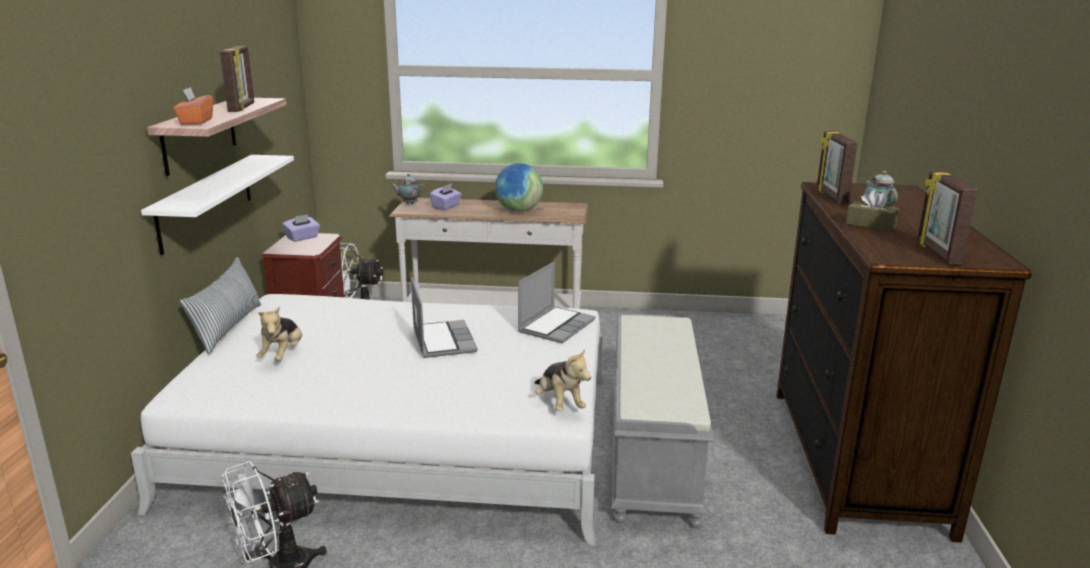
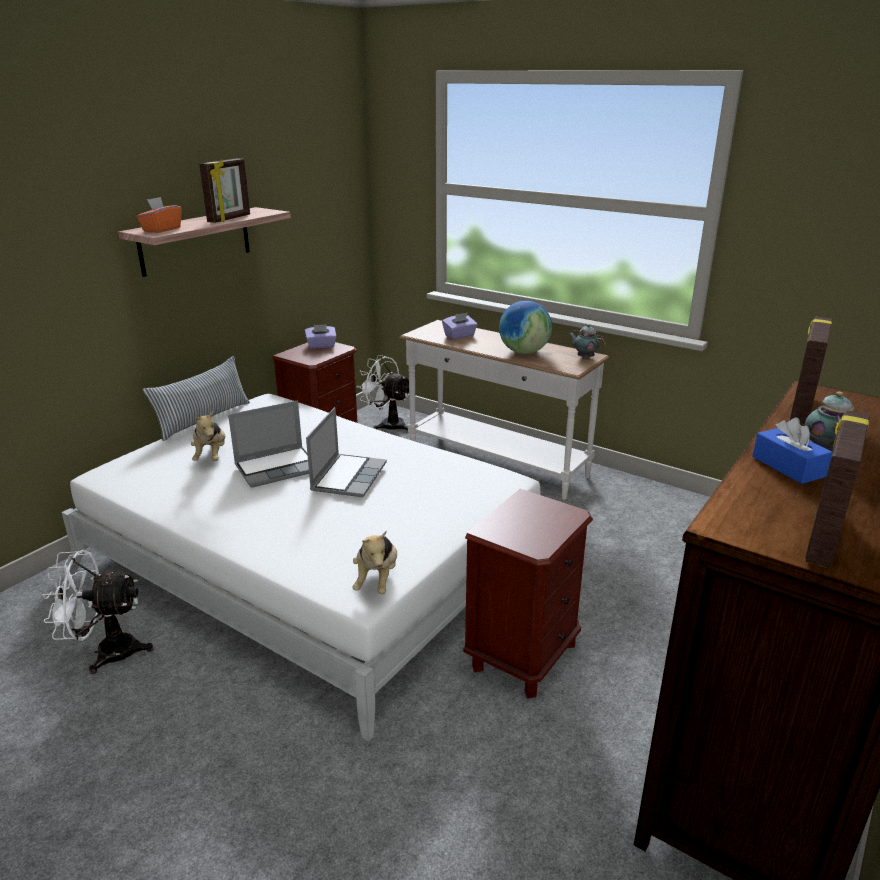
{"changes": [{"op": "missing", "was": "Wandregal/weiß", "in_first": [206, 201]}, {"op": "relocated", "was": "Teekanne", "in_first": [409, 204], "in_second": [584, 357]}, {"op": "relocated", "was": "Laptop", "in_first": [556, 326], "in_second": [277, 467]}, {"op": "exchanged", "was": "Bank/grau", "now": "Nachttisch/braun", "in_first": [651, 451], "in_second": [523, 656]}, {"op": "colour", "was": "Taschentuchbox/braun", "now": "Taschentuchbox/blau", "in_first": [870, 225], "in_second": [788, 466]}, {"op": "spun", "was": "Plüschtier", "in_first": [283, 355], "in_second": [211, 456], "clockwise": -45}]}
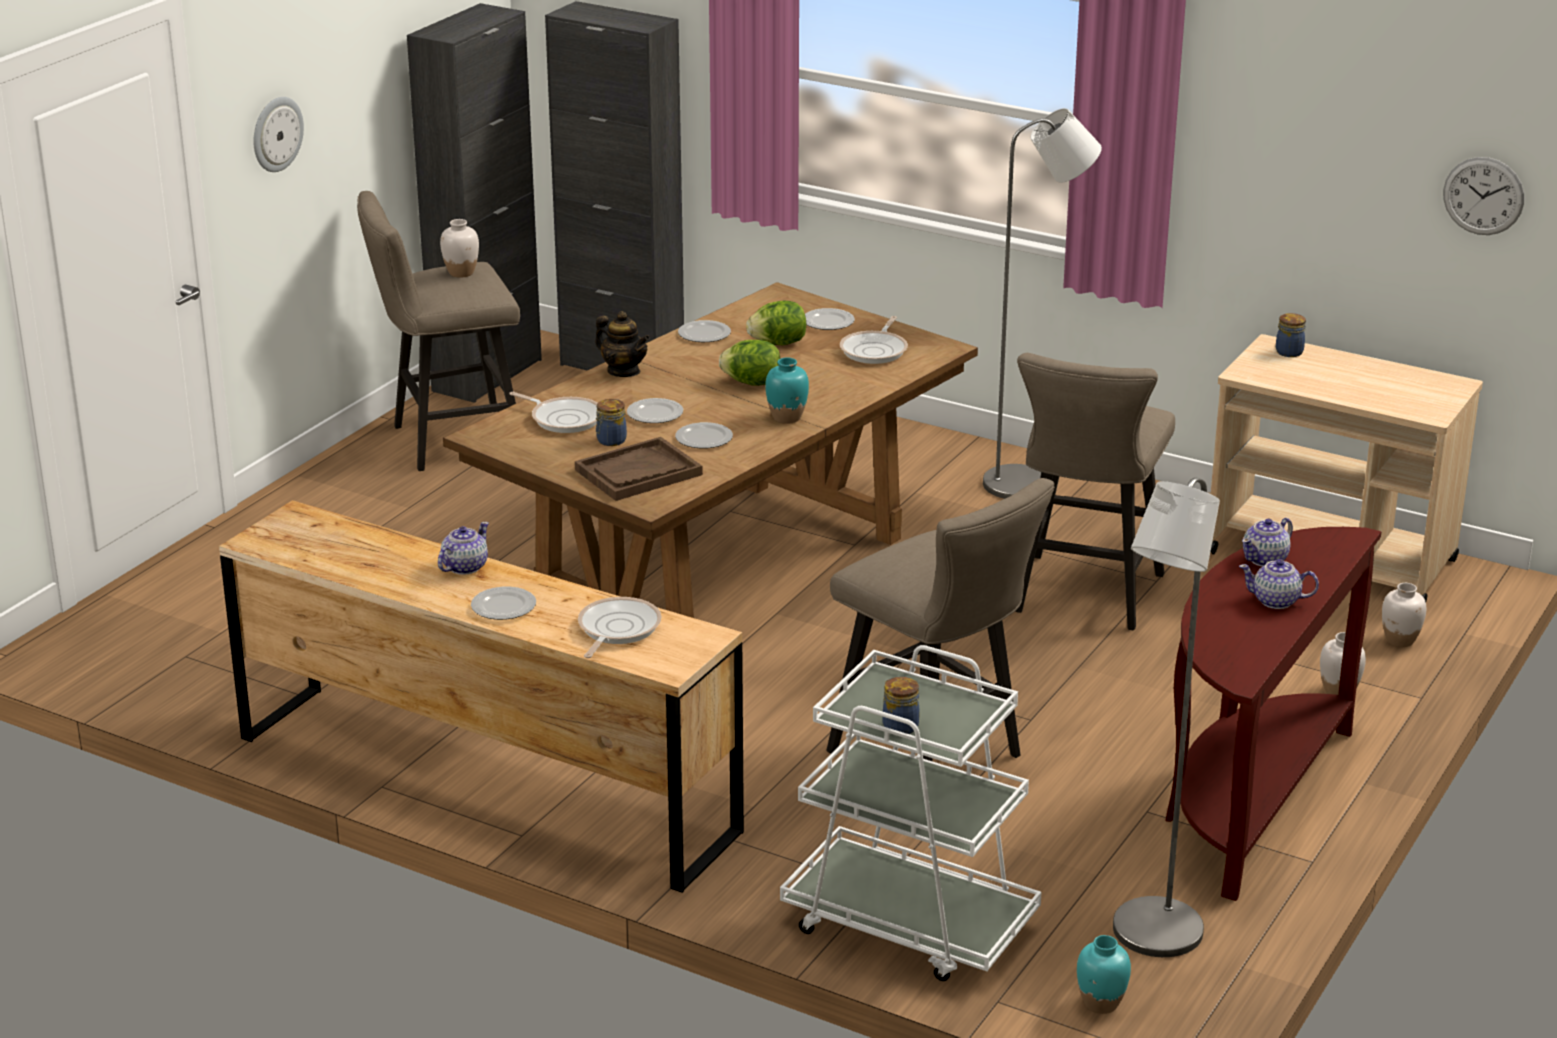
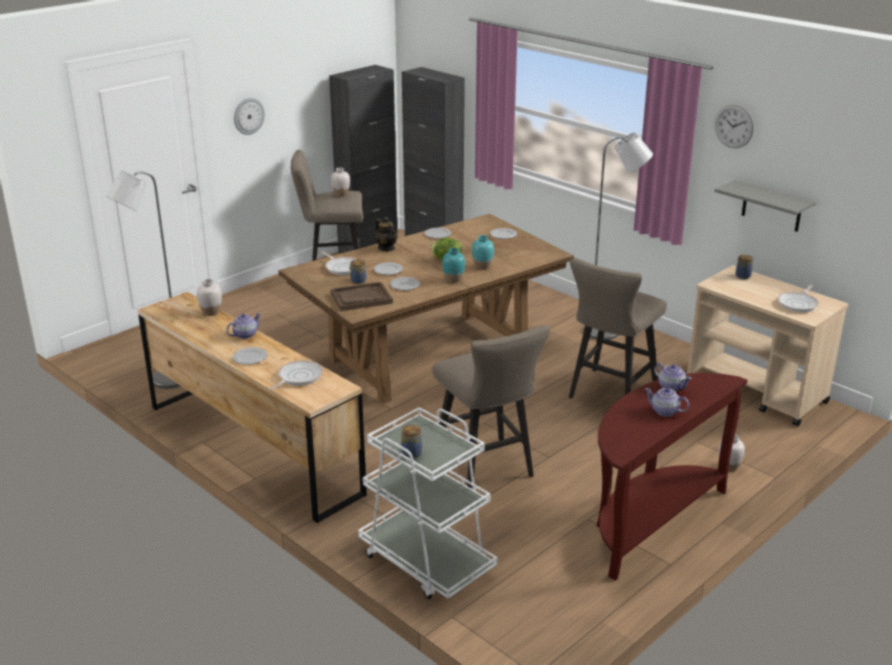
{"changes": [{"op": "missing", "was": "Salatkopf", "in_first": [778, 343]}, {"op": "appeared", "now": "Wandregal/grau", "in_second": [771, 206]}, {"op": "relocated", "was": "Pfanne", "in_first": [875, 350], "in_second": [798, 304]}, {"op": "relocated", "was": "Vase/türkis", "in_first": [1100, 1004], "in_second": [482, 266]}, {"op": "relocated", "was": "Stehlampe/grau", "in_first": [1151, 939], "in_second": [164, 381]}, {"op": "relocated", "was": "Vase/weiß", "in_first": [1400, 640], "in_second": [211, 312]}, {"op": "relocated", "was": "Wanduhr", "in_first": [1483, 196], "in_second": [734, 126]}, {"op": "spun", "was": "Teekanne", "in_first": [1265, 559], "in_second": [671, 387], "clockwise": -105}]}
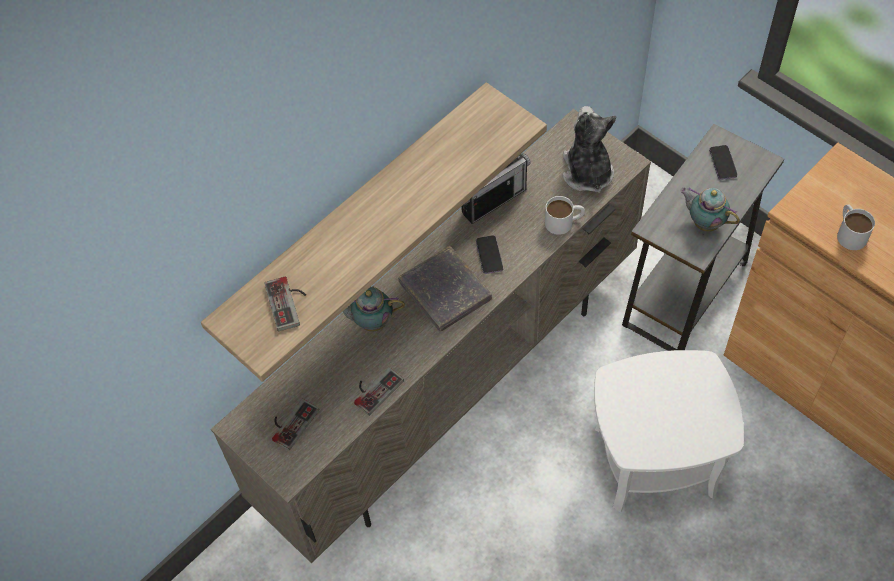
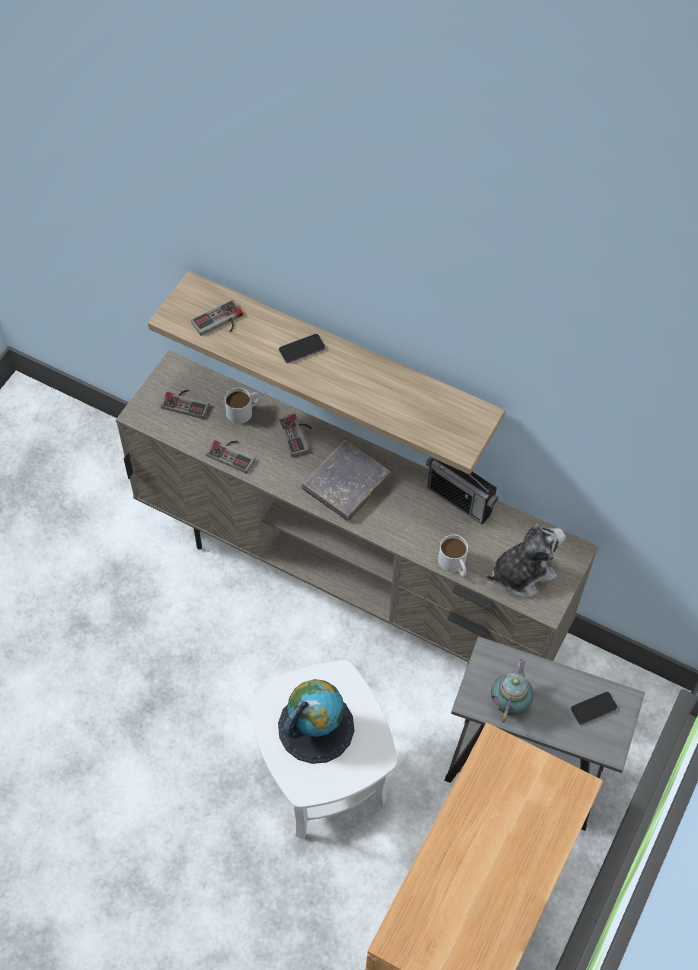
{"changes": [{"op": "appeared", "now": "Globus", "in_second": [316, 727]}, {"op": "relocated", "was": "Handy", "in_first": [489, 255], "in_second": [302, 349]}, {"op": "relocated", "was": "Henkelbecher/weiß", "in_first": [849, 232], "in_second": [244, 411]}, {"op": "exchanged", "was": "Teekanne", "now": "Gamepad", "in_first": [371, 322], "in_second": [298, 434]}]}
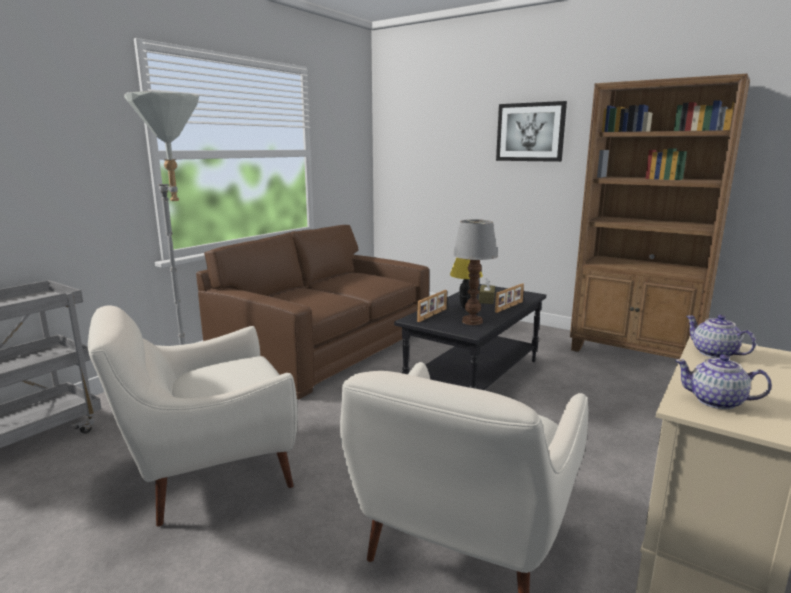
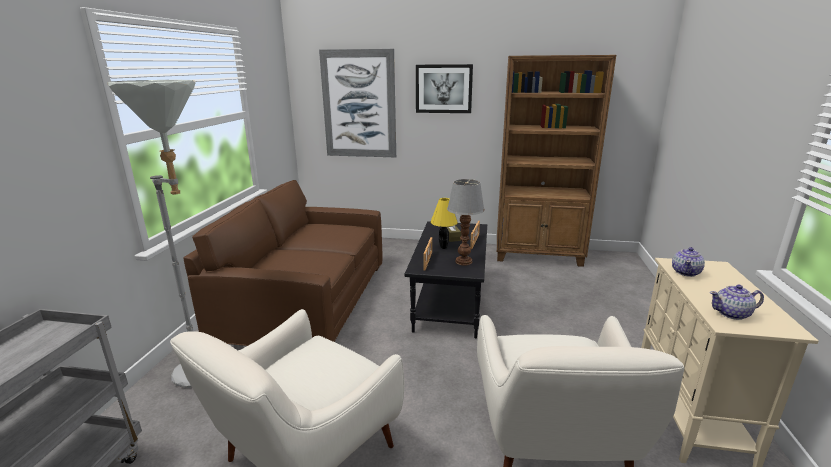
{"changes": [{"op": "appeared", "now": "Bild", "in_second": [359, 104]}, {"op": "spun", "was": "Teekanne", "in_first": [714, 353], "in_second": [686, 272], "clockwise": -90}]}
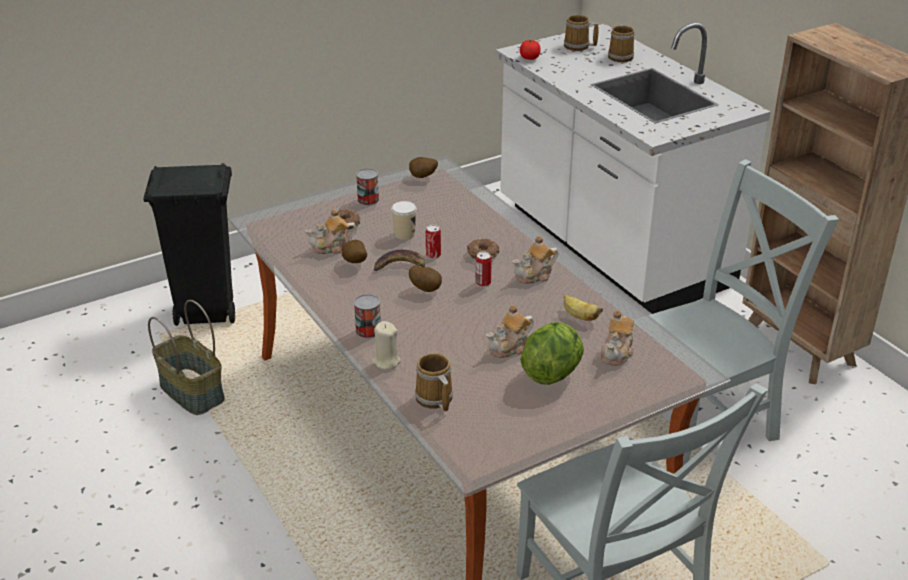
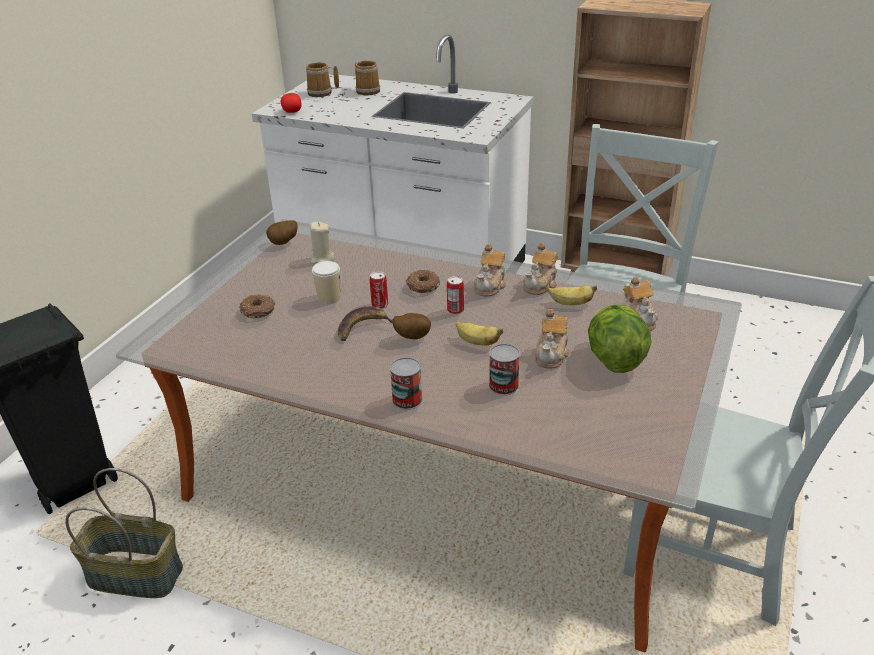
{"changes": [{"op": "missing", "was": "Kartoffel", "in_first": [354, 263]}, {"op": "missing", "was": "Henkelbecher", "in_first": [434, 399]}, {"op": "appeared", "now": "Banane", "in_second": [477, 342]}, {"op": "relocated", "was": "Teekanne", "in_first": [332, 247], "in_second": [541, 285]}, {"op": "relocated", "was": "Dose", "in_first": [368, 200], "in_second": [503, 385]}, {"op": "relocated", "was": "Kerze/beige", "in_first": [386, 361], "in_second": [322, 259]}]}
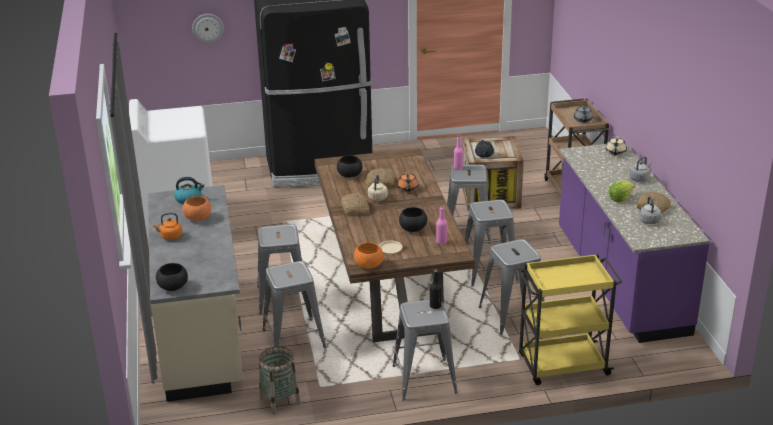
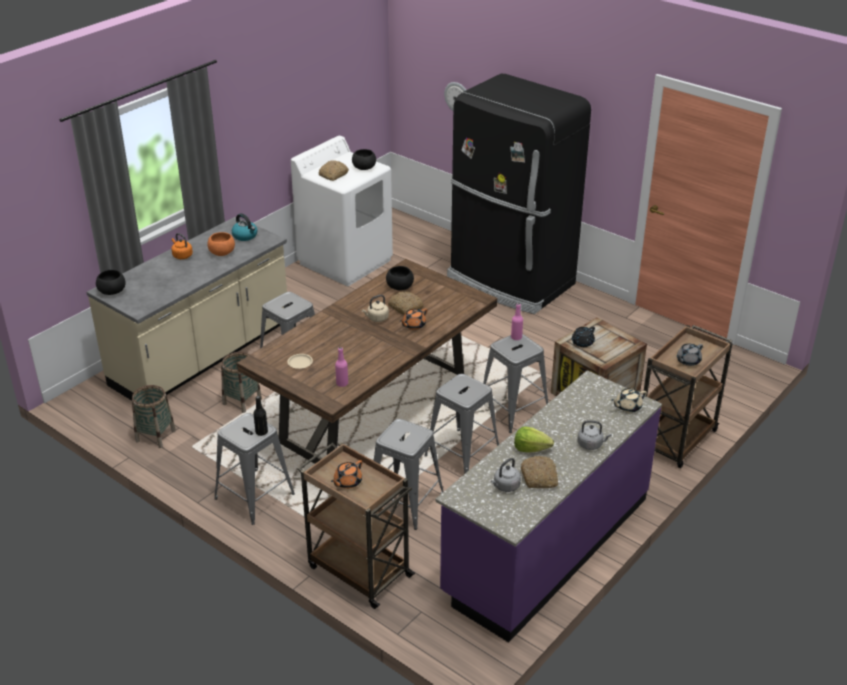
{"changes": [{"op": "missing", "was": "Schüssel/orange", "in_first": [369, 265]}, {"op": "appeared", "now": "Teekanne/orange", "in_second": [347, 482]}, {"op": "relocated", "was": "Brot", "in_first": [355, 209], "in_second": [333, 175]}, {"op": "relocated", "was": "Schüssel/schwarz", "in_first": [413, 228], "in_second": [364, 168]}, {"op": "exchanged", "was": "Hocker/grau", "now": "Korb", "in_first": [294, 339], "in_second": [242, 401]}, {"op": "colour", "was": "Rollwagen/gelb", "now": "Rollwagen/braun", "in_first": [562, 365], "in_second": [358, 570]}]}
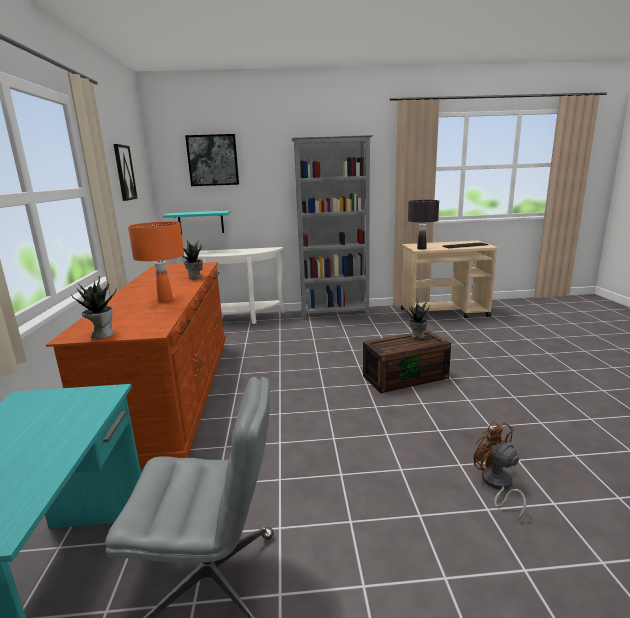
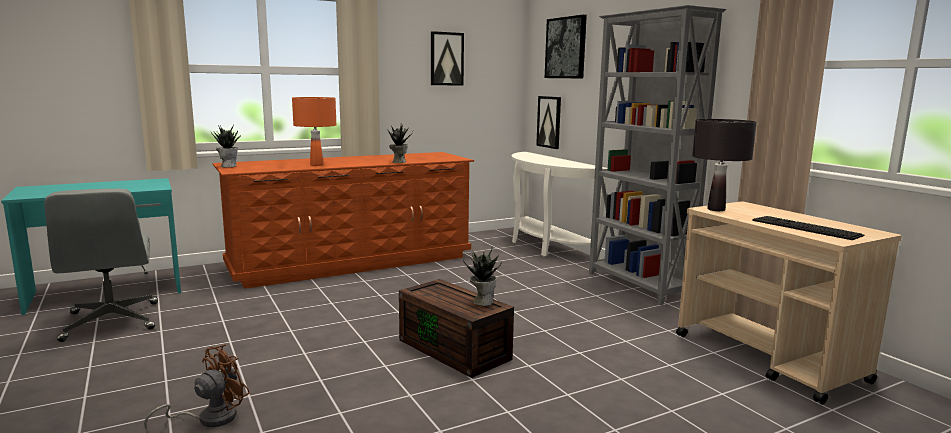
{"changes": [{"op": "exchanged", "was": "Wandregal/türkis", "now": "Bild", "in_first": [201, 222], "in_second": [549, 122]}]}
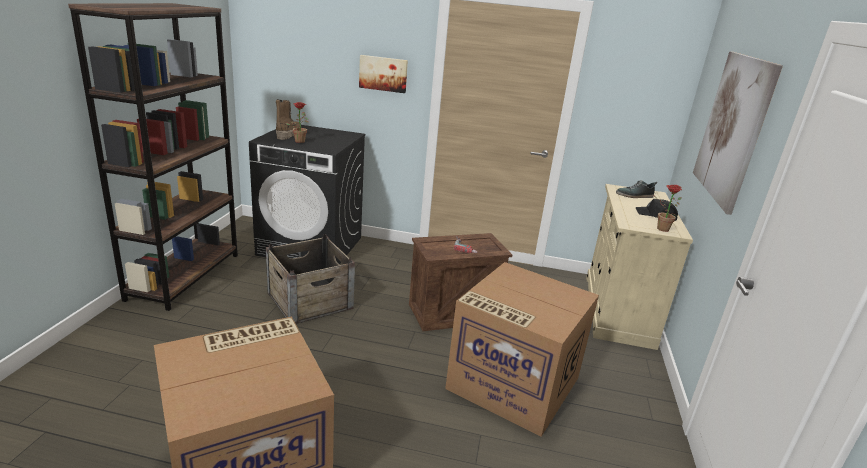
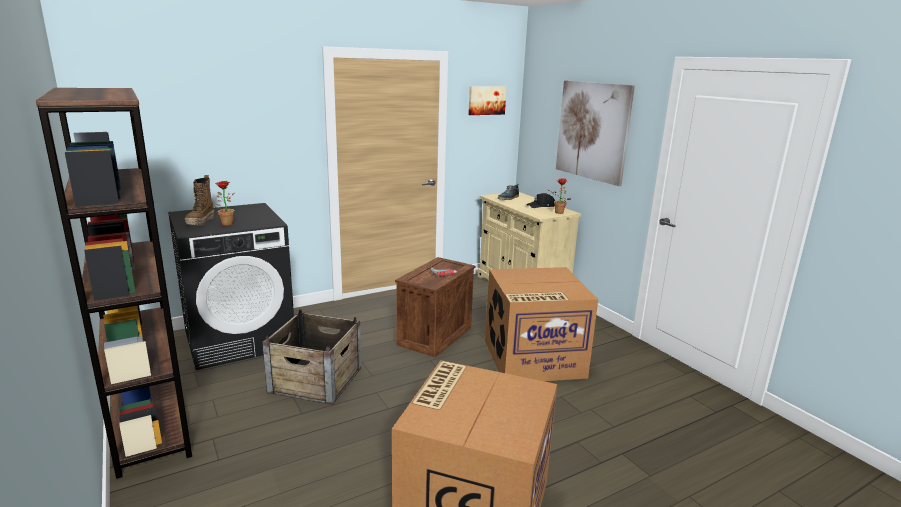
{"changes": [{"op": "relocated", "was": "Bild", "in_first": [383, 73], "in_second": [486, 100]}, {"op": "spun", "was": "Stiefel", "in_first": [288, 135], "in_second": [201, 222], "clockwise": -150}]}
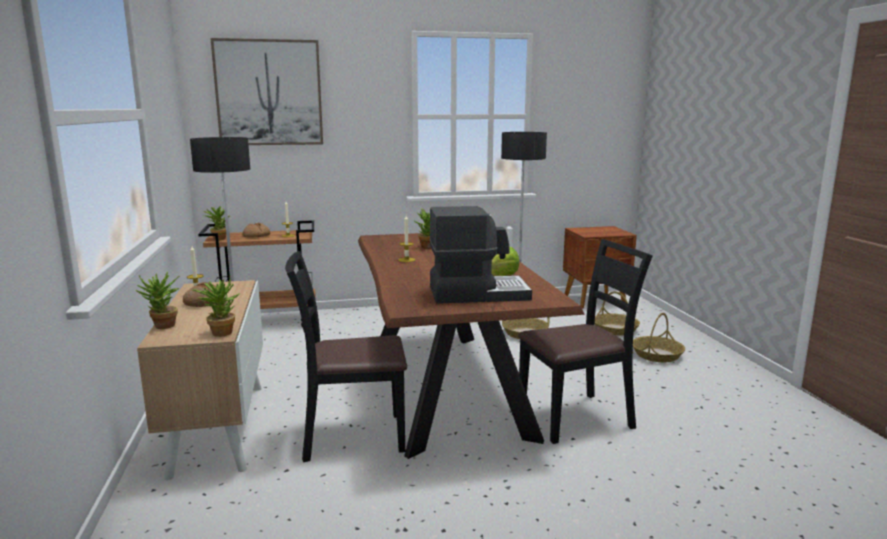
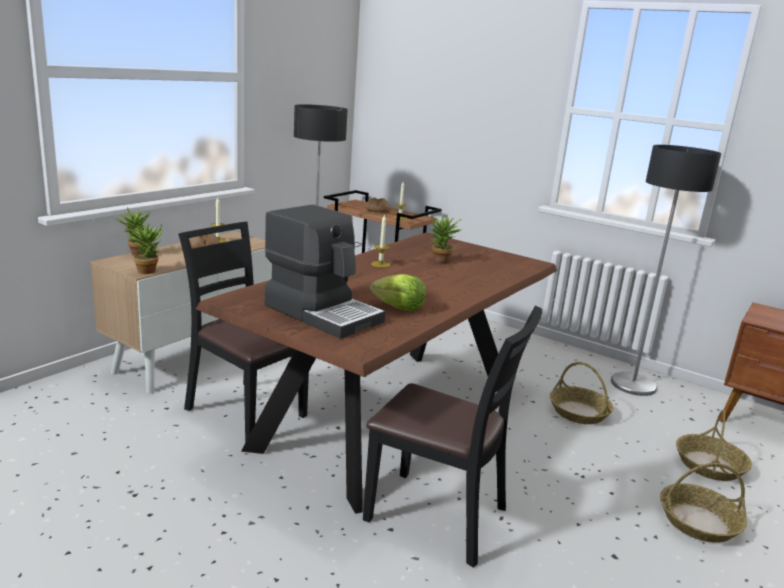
{"changes": [{"op": "missing", "was": "Topfpflanze", "in_first": [219, 238]}, {"op": "missing", "was": "Bild", "in_first": [269, 93]}]}
